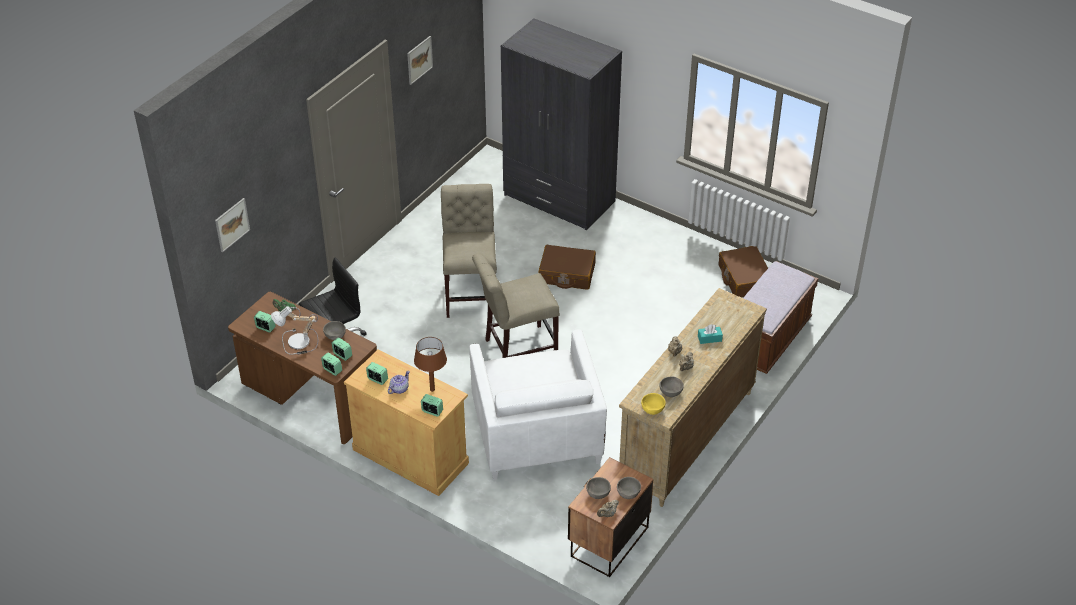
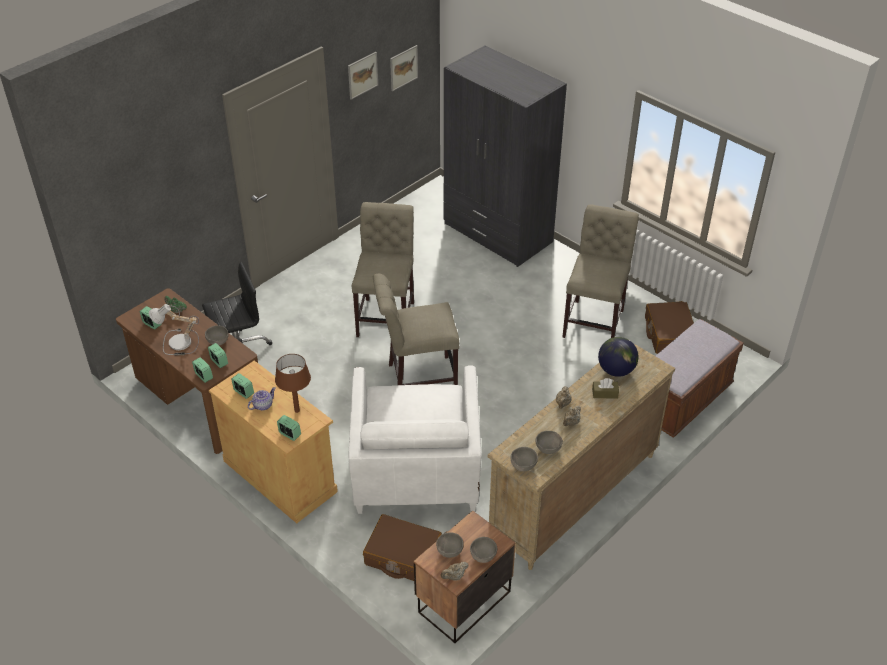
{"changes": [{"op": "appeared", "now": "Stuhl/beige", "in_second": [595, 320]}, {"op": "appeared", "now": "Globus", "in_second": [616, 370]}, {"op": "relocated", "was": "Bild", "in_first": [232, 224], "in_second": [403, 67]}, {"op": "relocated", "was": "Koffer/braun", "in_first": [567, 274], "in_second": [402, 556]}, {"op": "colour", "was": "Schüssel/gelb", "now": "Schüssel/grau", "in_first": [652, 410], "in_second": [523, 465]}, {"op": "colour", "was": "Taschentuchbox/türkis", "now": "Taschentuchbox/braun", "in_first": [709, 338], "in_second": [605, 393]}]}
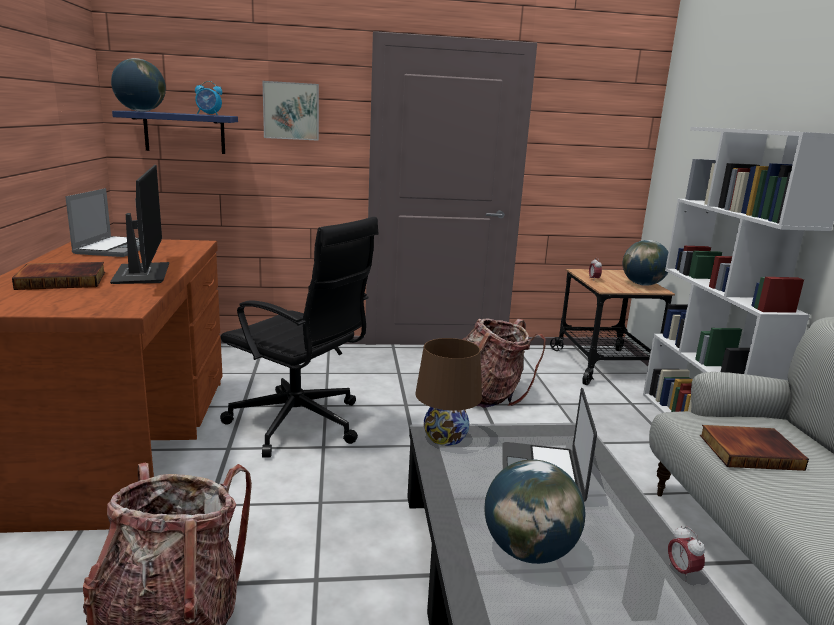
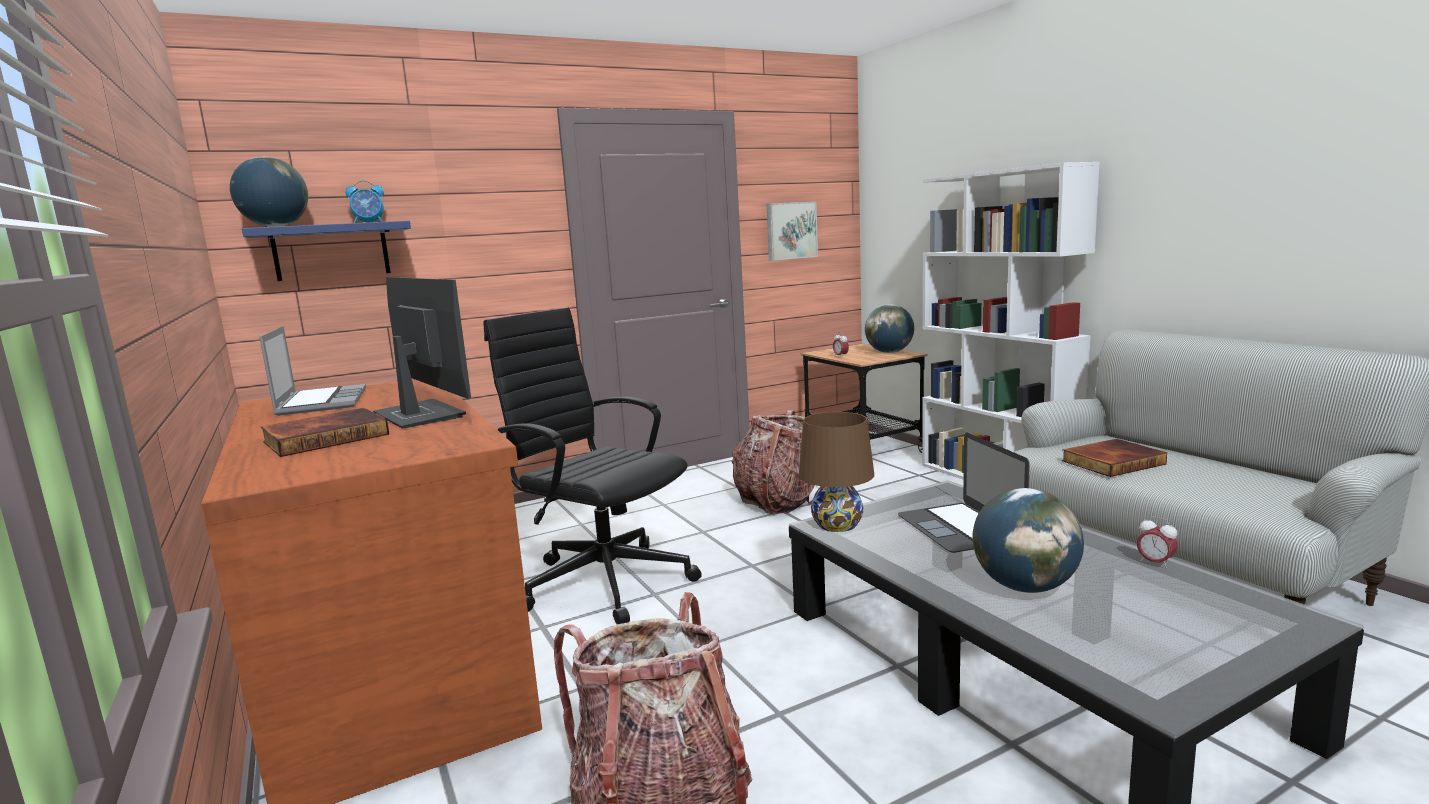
{"changes": [{"op": "relocated", "was": "Bild", "in_first": [291, 111], "in_second": [790, 230]}, {"op": "spun", "was": "Bürostuhl/schwarz", "in_first": [300, 424], "in_second": [603, 580], "clockwise": -150}]}
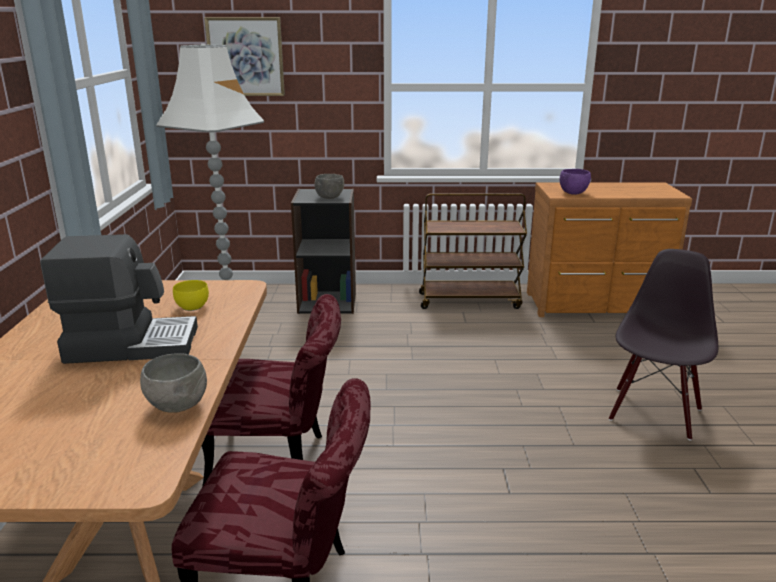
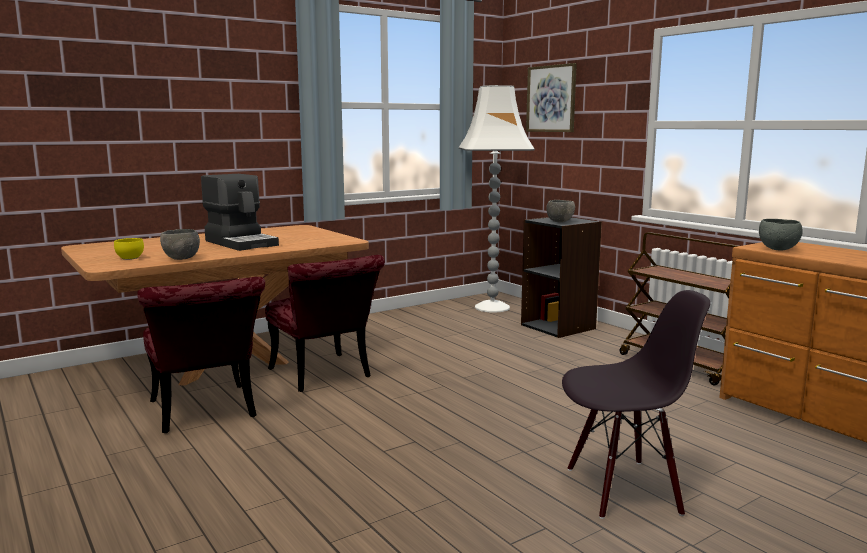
{"changes": [{"op": "relocated", "was": "Schüssel/gelb", "in_first": [191, 307], "in_second": [130, 258]}, {"op": "colour", "was": "Schüssel/lila", "now": "Schüssel/grau", "in_first": [573, 193], "in_second": [778, 249]}]}
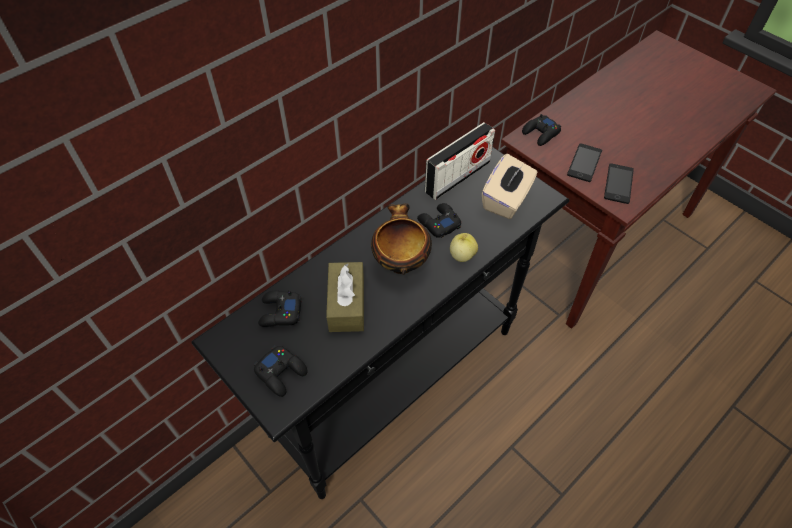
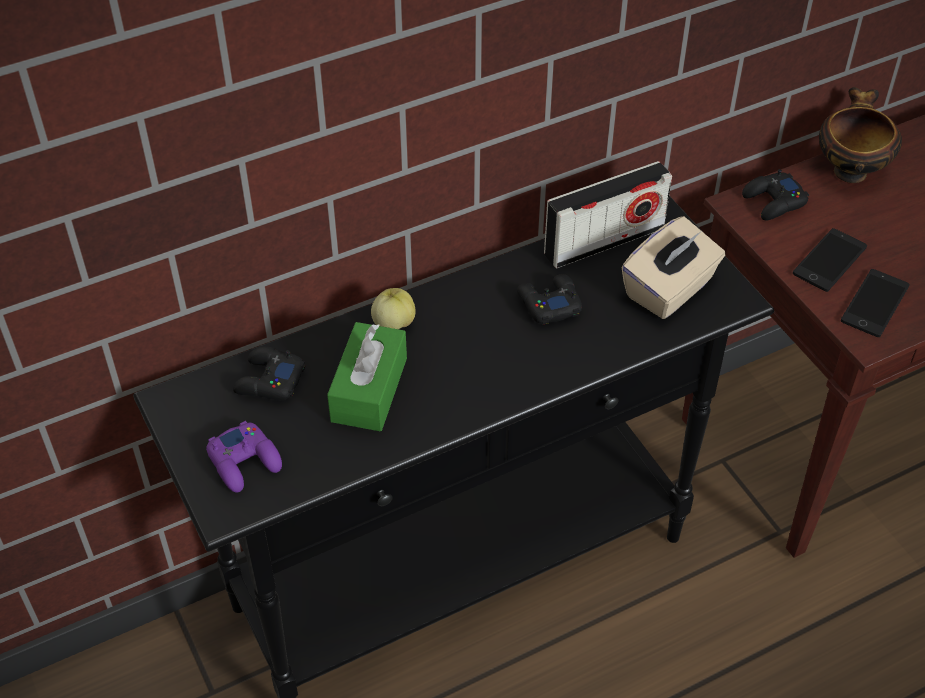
{"changes": [{"op": "relocated", "was": "Schüssel", "in_first": [400, 262], "in_second": [849, 170]}, {"op": "relocated", "was": "Apfel", "in_first": [462, 255], "in_second": [393, 324]}, {"op": "colour", "was": "Gamepad/schwarz", "now": "Gamepad/lila", "in_first": [281, 373], "in_second": [245, 462]}, {"op": "colour", "was": "Taschentuchbox/braun", "now": "Taschentuchbox/grün", "in_first": [346, 304], "in_second": [369, 389]}]}
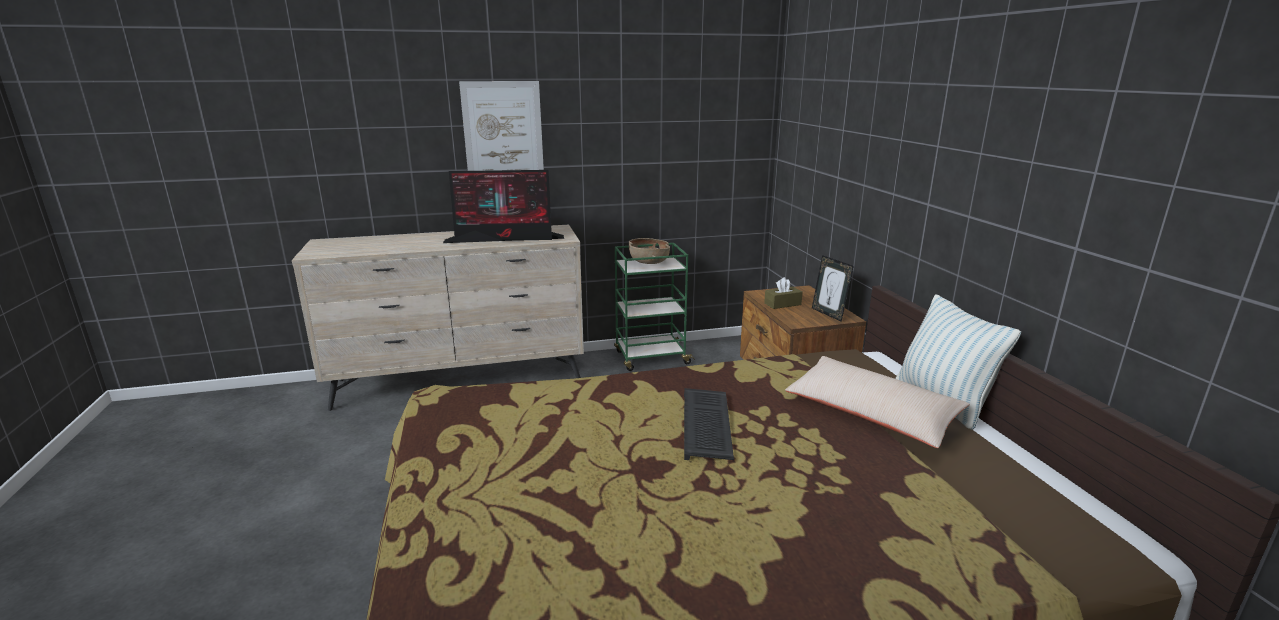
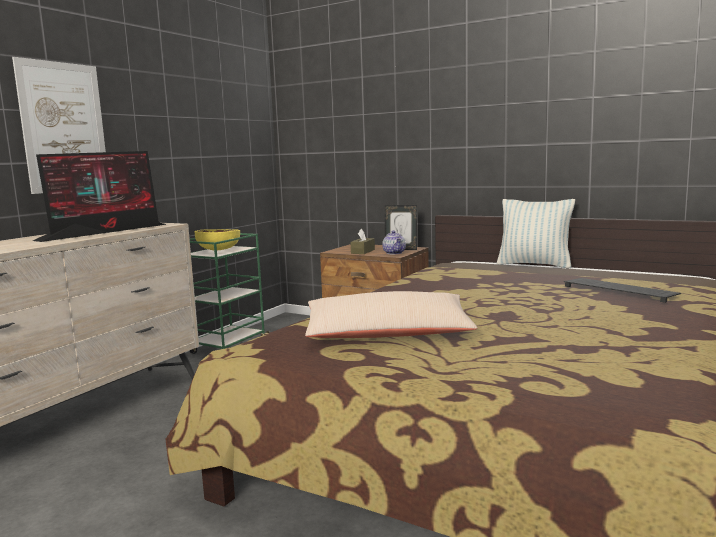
{"changes": [{"op": "appeared", "now": "Teekanne", "in_second": [394, 253]}, {"op": "relocated", "was": "Tastatur", "in_first": [708, 426], "in_second": [621, 291]}, {"op": "relocated", "was": "Kissen/beige", "in_first": [871, 413], "in_second": [388, 333]}, {"op": "colour", "was": "Schüssel/braun", "now": "Schüssel/gelb", "in_first": [648, 263], "in_second": [218, 250]}]}
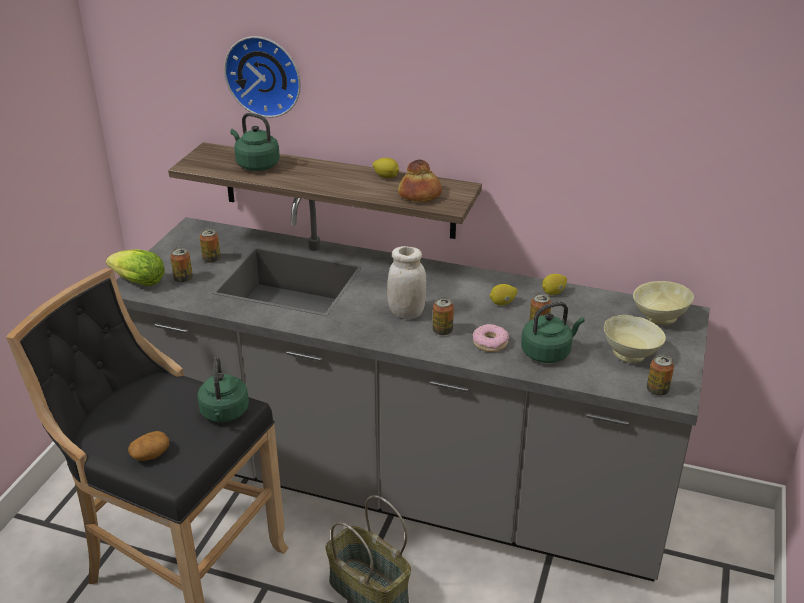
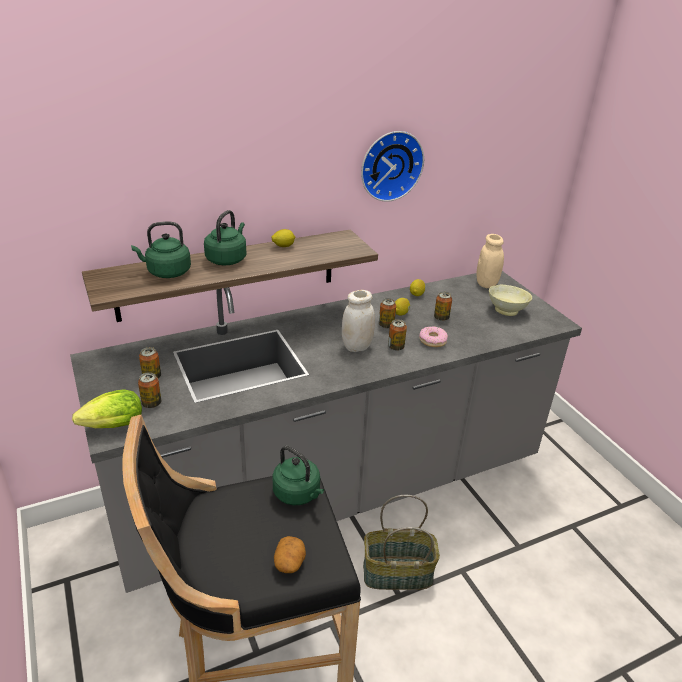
{"changes": [{"op": "missing", "was": "Brot", "in_first": [419, 195]}, {"op": "relocated", "was": "Wanduhr", "in_first": [265, 75], "in_second": [390, 165]}, {"op": "relocated", "was": "Wasserkessel/grün", "in_first": [548, 352], "in_second": [227, 259]}, {"op": "relocated", "was": "Dose", "in_first": [657, 390], "in_second": [386, 325]}, {"op": "exchanged", "was": "Schüssel/beige", "now": "Vorratsglas/beige", "in_first": [658, 317], "in_second": [486, 284]}]}
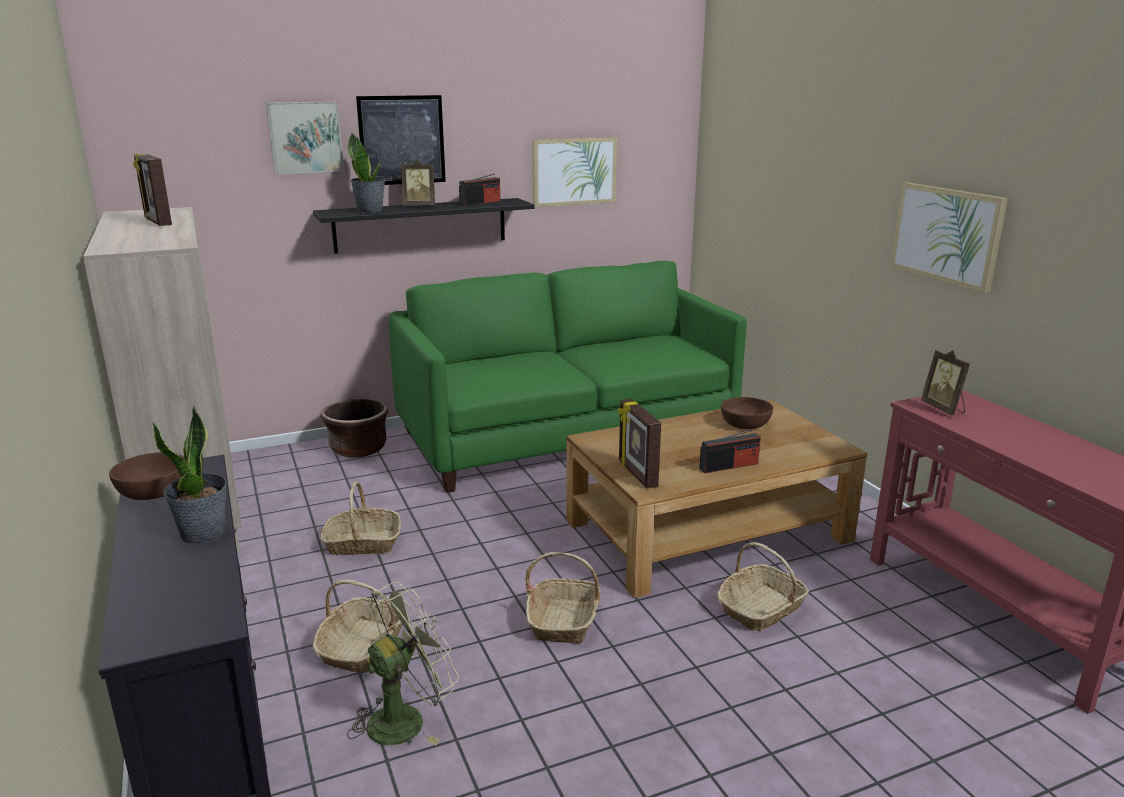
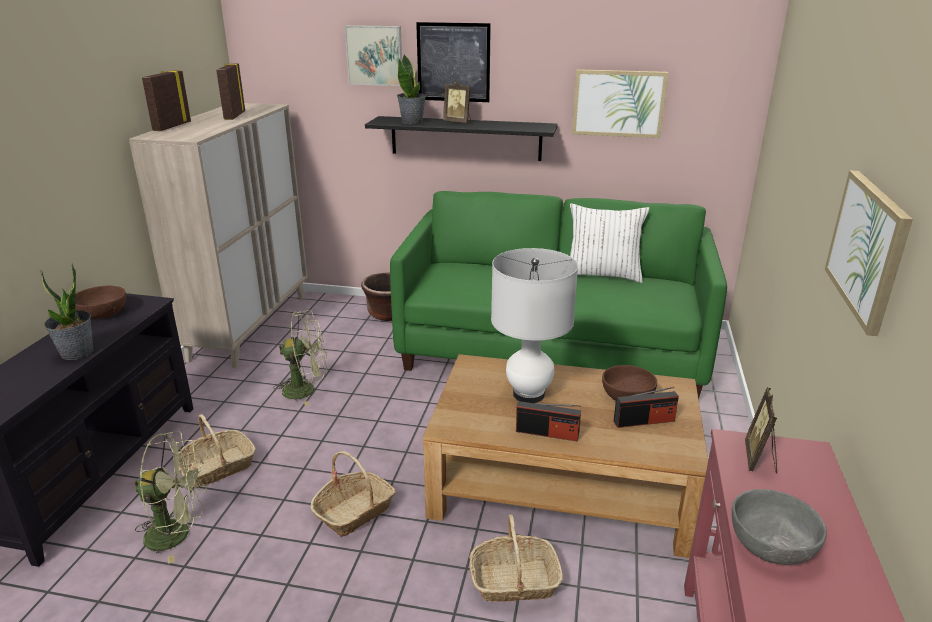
{"changes": [{"op": "appeared", "now": "Tischlampe/weiß", "in_second": [528, 394]}, {"op": "appeared", "now": "Kissen/weiß", "in_second": [602, 274]}, {"op": "appeared", "now": "Schüssel/grau", "in_second": [771, 543]}, {"op": "relocated", "was": "Radio", "in_first": [480, 203], "in_second": [644, 421]}, {"op": "relocated", "was": "Bilderrahmen", "in_first": [636, 474], "in_second": [171, 126]}, {"op": "exchanged", "was": "Korb", "now": "Ventilator/grün", "in_first": [362, 543], "in_second": [306, 390]}]}
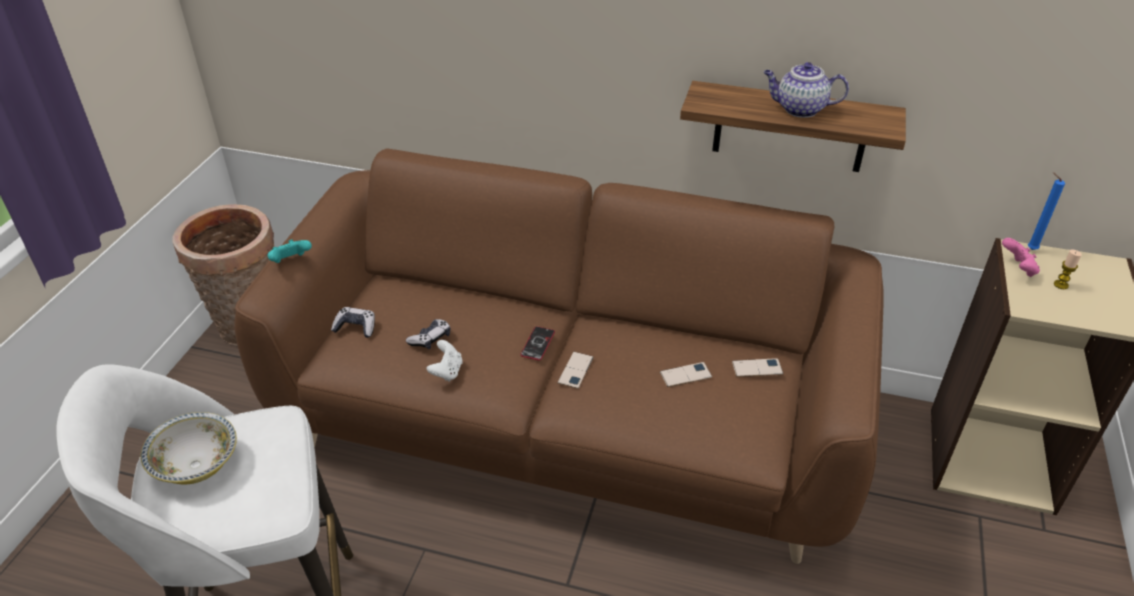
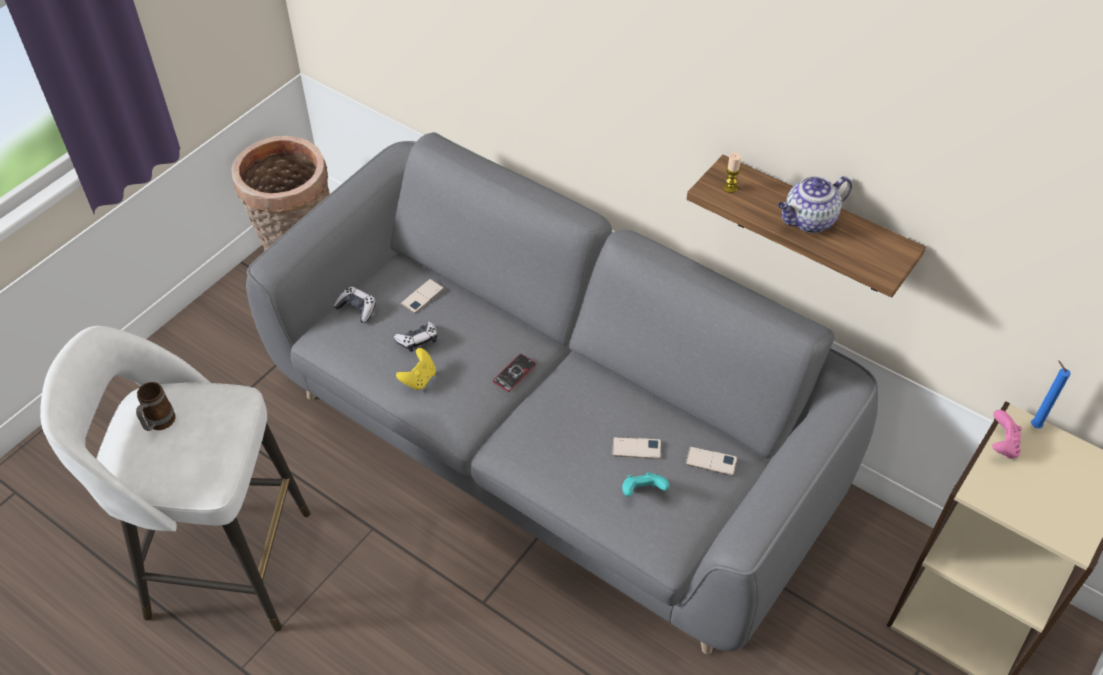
{"changes": [{"op": "relocated", "was": "Gamepad/türkis", "in_first": [291, 262], "in_second": [642, 492]}, {"op": "relocated", "was": "Handy", "in_first": [575, 370], "in_second": [422, 296]}, {"op": "relocated", "was": "Kerze", "in_first": [1061, 285], "in_second": [730, 188]}, {"op": "exchanged", "was": "Schüssel", "now": "Henkelbecher", "in_first": [197, 465], "in_second": [158, 424]}, {"op": "colour", "was": "Sofa/braun", "now": "Sofa/grau", "in_first": [567, 426], "in_second": [551, 446]}, {"op": "colour", "was": "Gamepad/weiß", "now": "Gamepad/gelb", "in_first": [447, 371], "in_second": [419, 379]}, {"op": "spun", "was": "Teekanne", "in_first": [799, 109], "in_second": [809, 221], "clockwise": -60}]}
